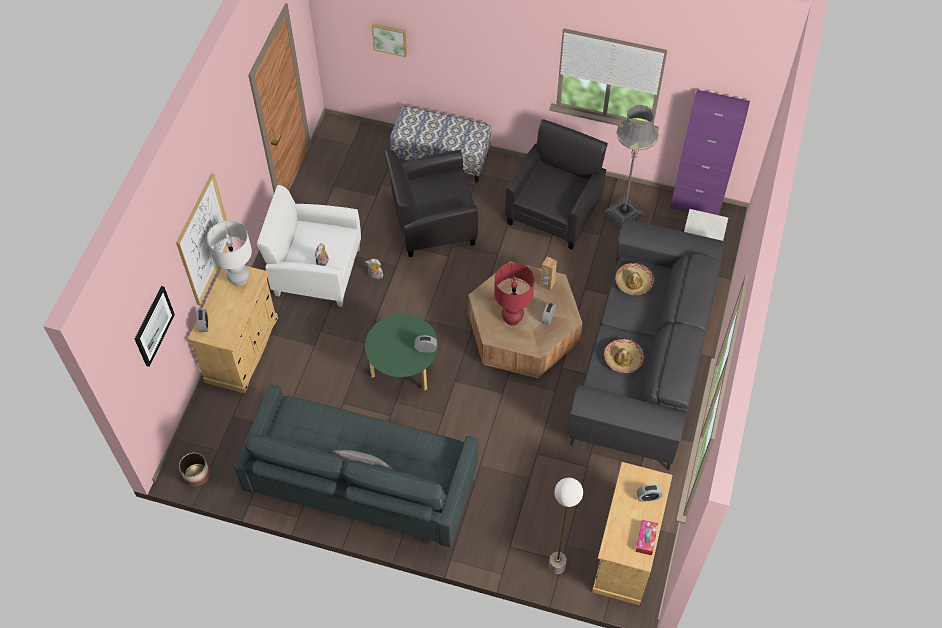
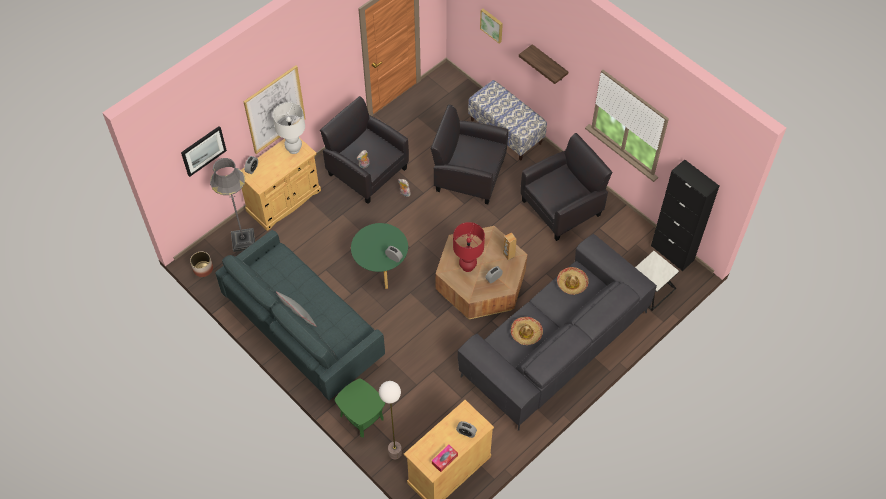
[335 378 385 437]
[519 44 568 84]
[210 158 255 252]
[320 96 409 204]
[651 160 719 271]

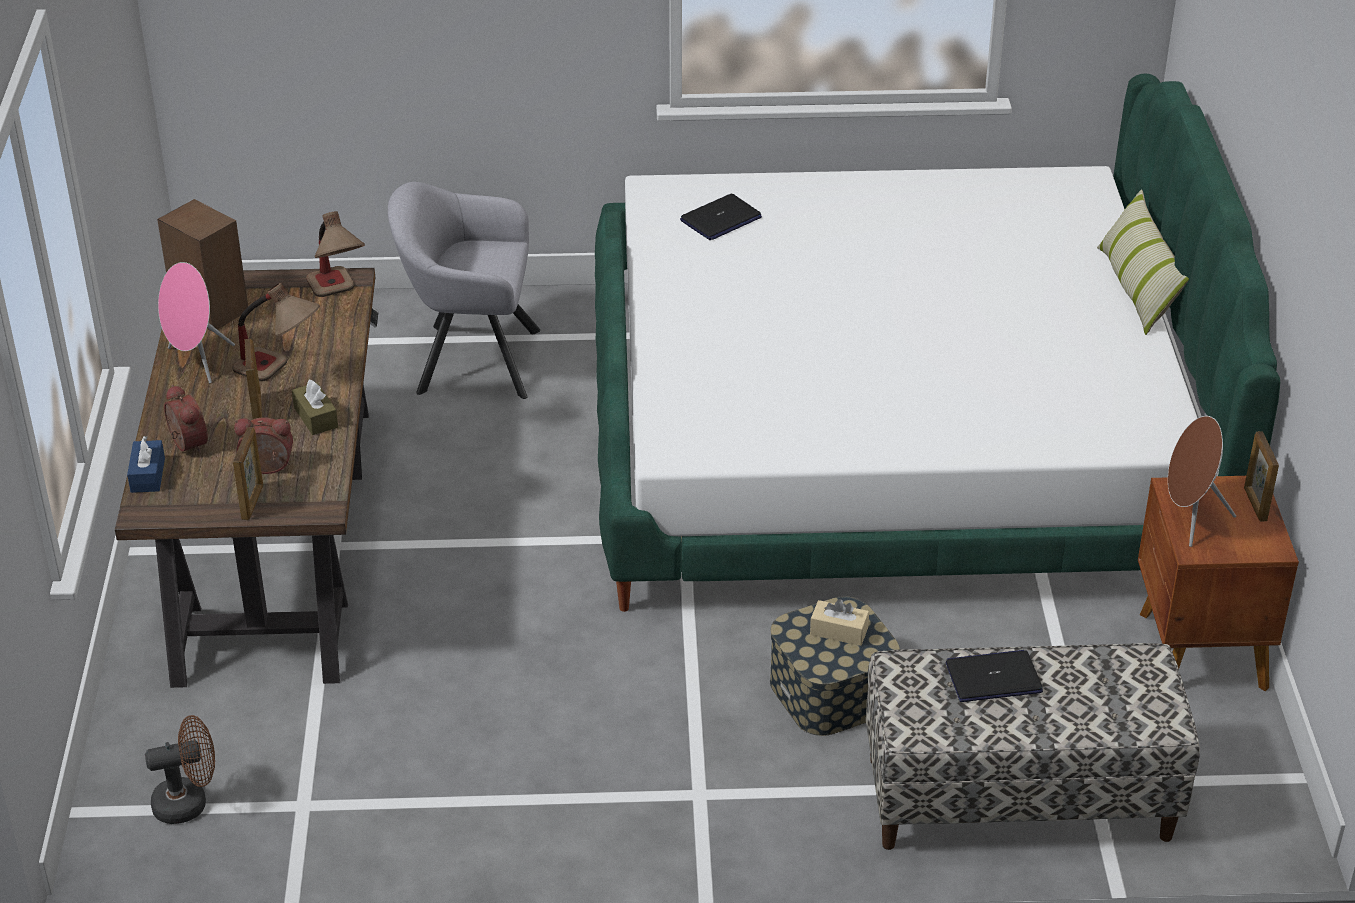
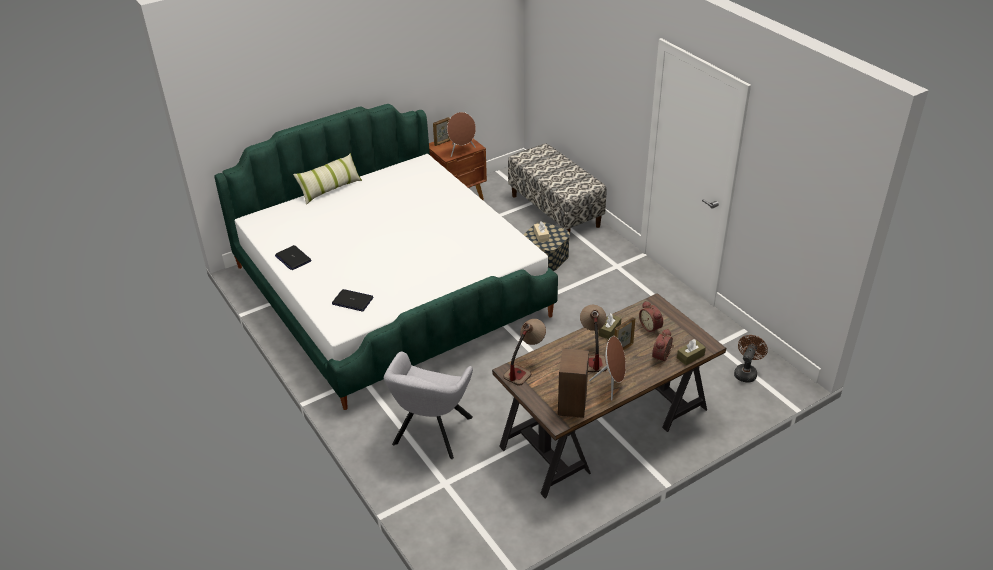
[233 427 263 520] (first image)
[275 245 312 270]
[677 339 706 365]
[589 336 626 401]
[734 335 768 382]
[384 352 473 459]

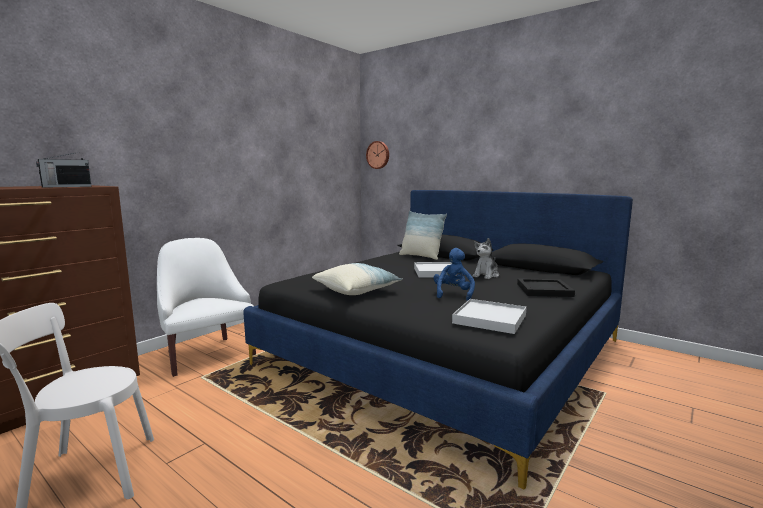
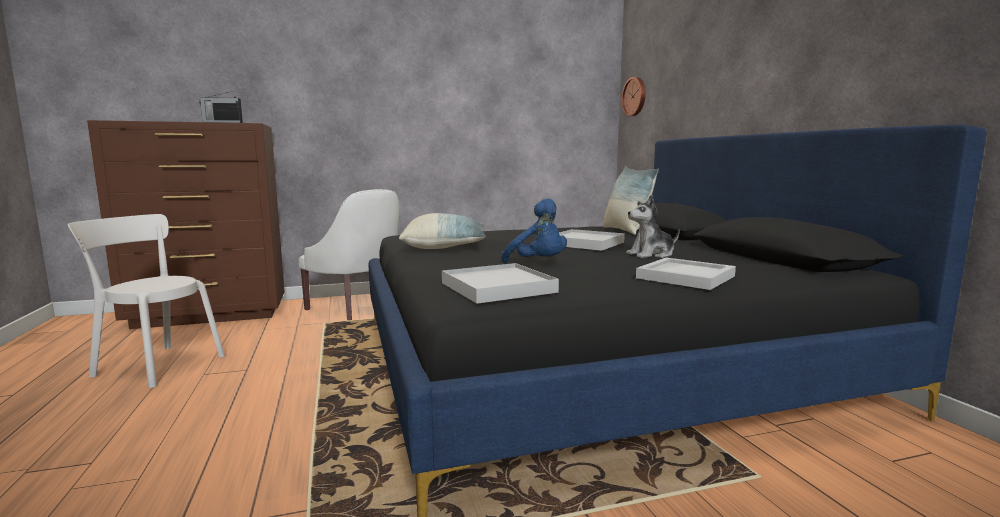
[636 258 736 290]
[299 189 399 320]
[501 198 567 263]

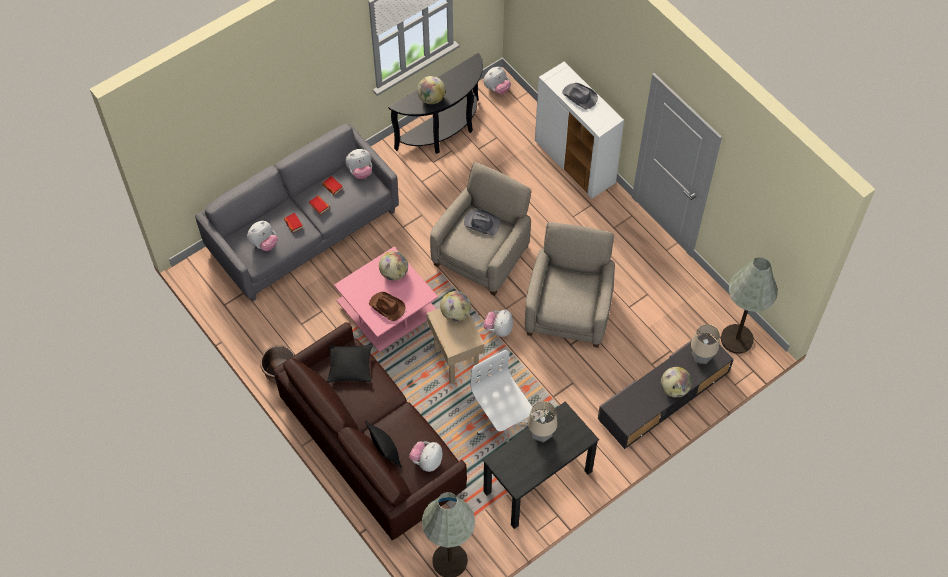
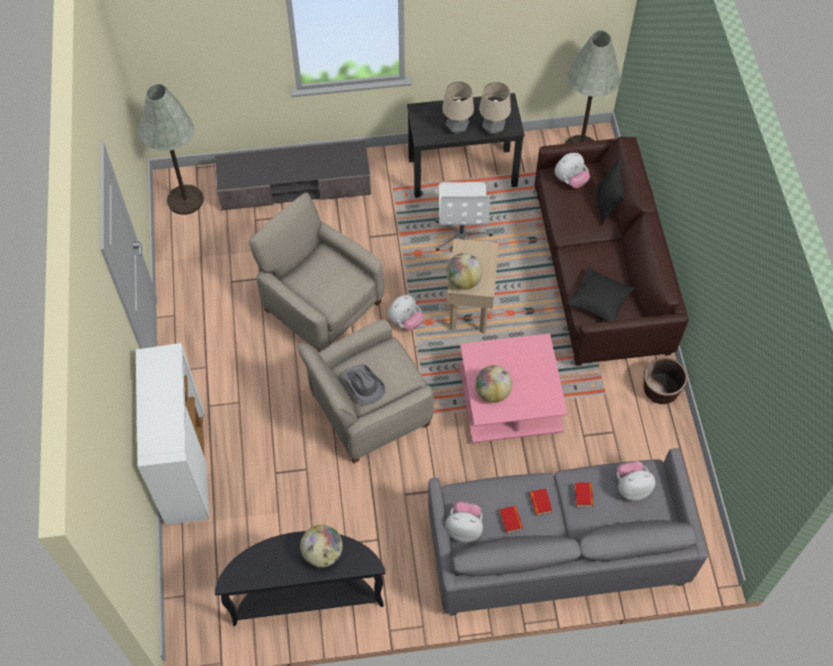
[369 292 406 321] (first image)
[484 67 511 94] (first image)
[562 83 598 110] (first image)
[661 367 692 398] (first image)
[479 82 511 135]
[249 192 384 352]

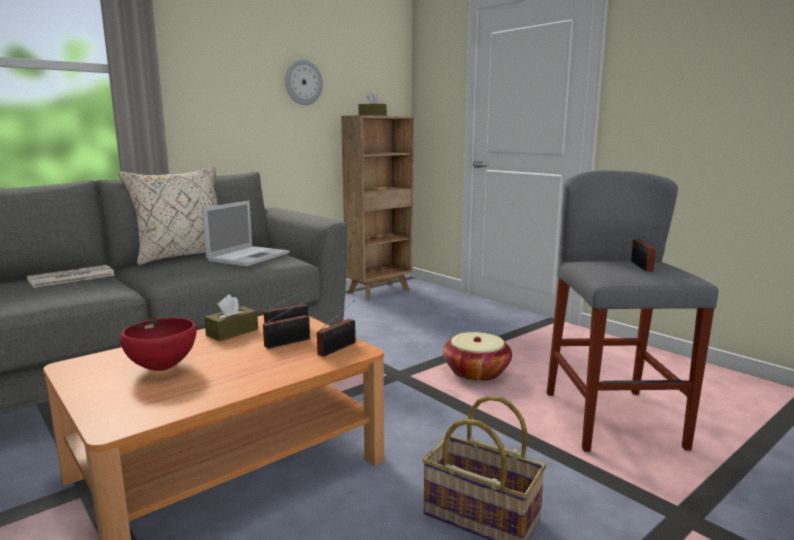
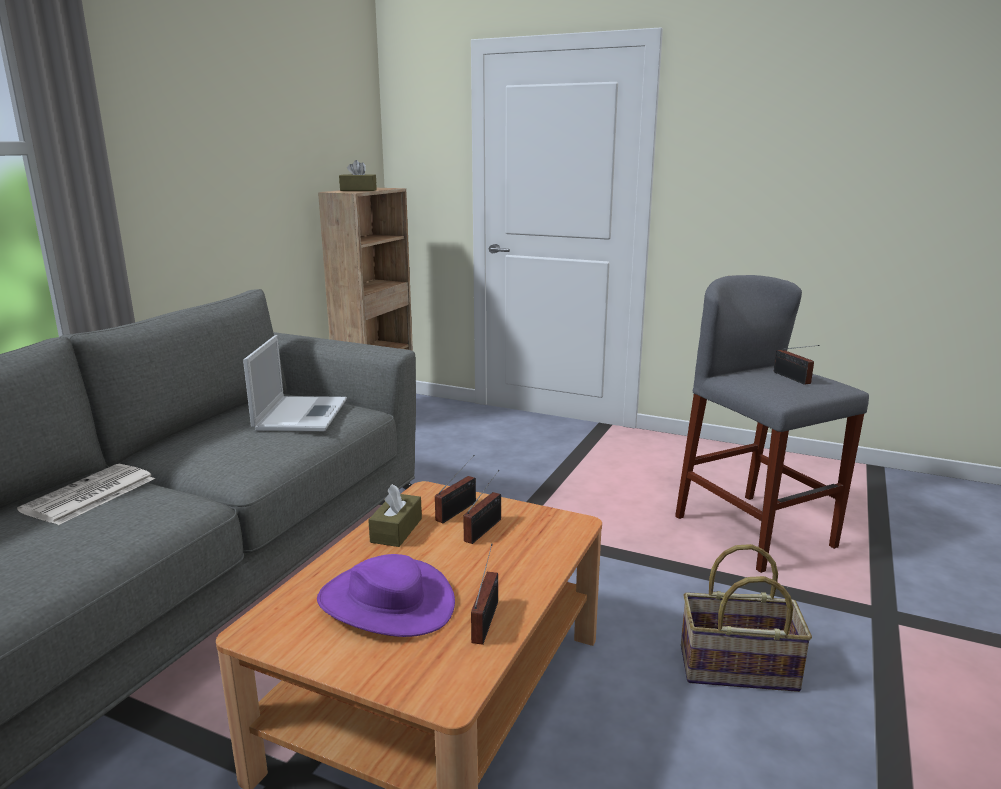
[118 166 218 265] (first image)
[285 60 323 105] (first image)
[443 332 512 381] (first image)
[471 544 498 645]
[317 554 455 637]

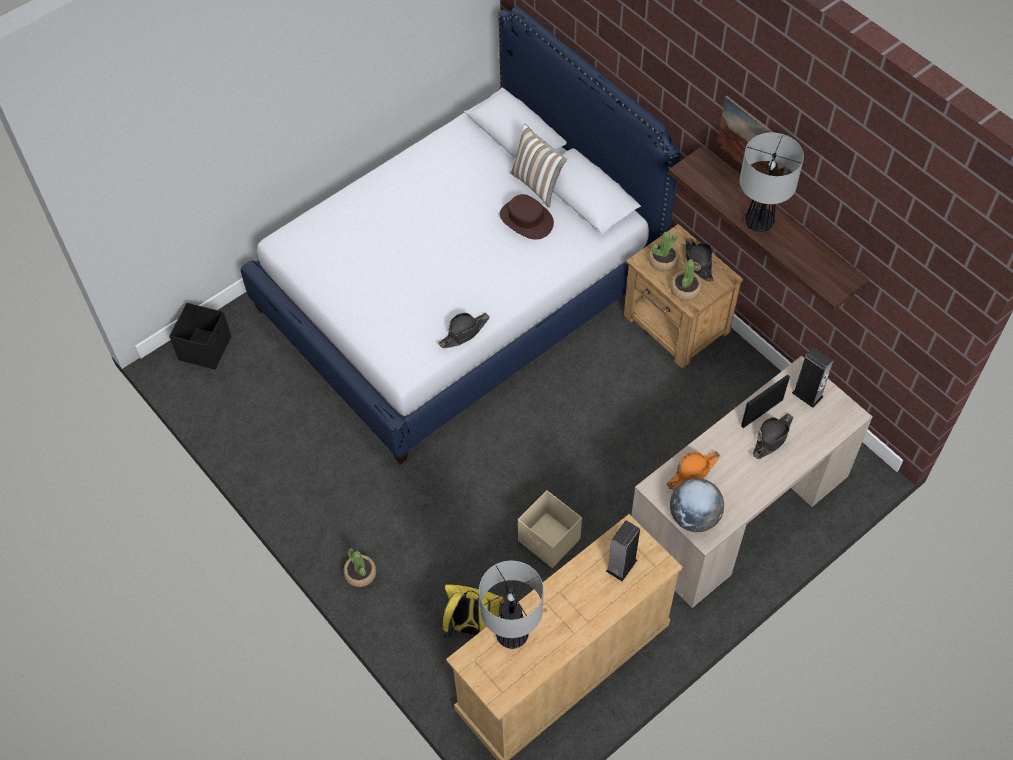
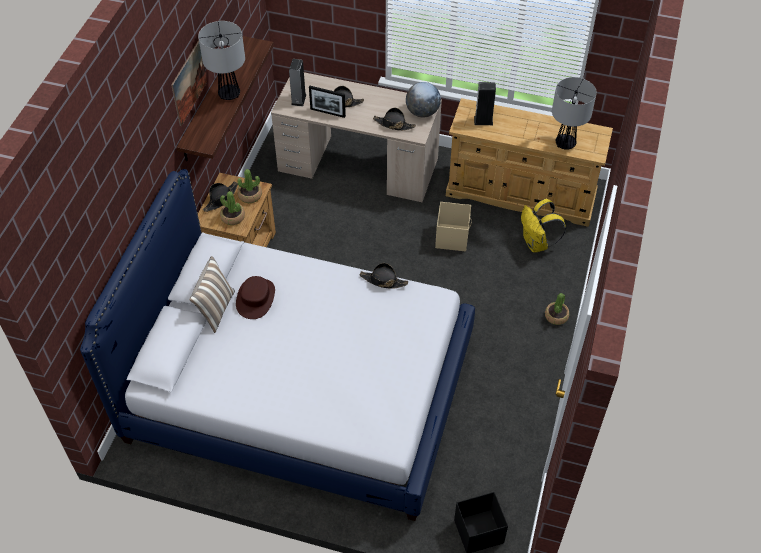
[373 108 416 131]

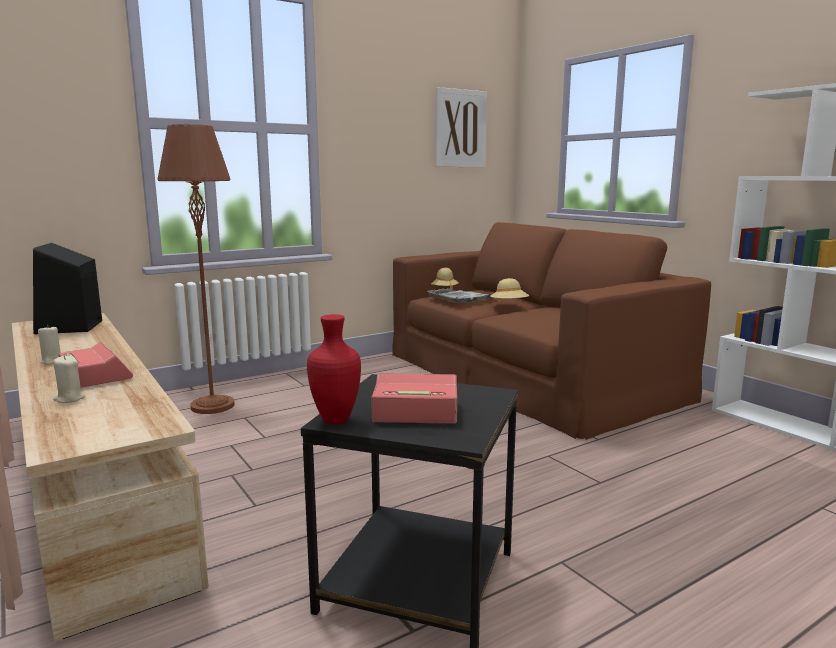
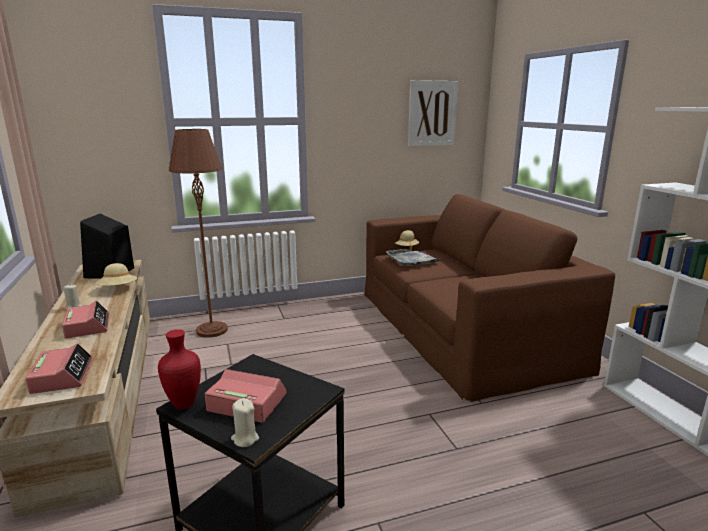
[25 343 93 394]
[231 398 259 447]
[96 263 137 286]

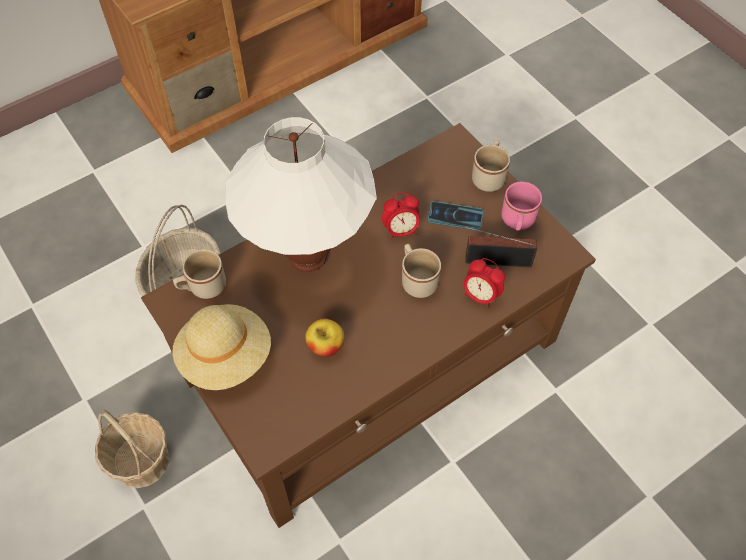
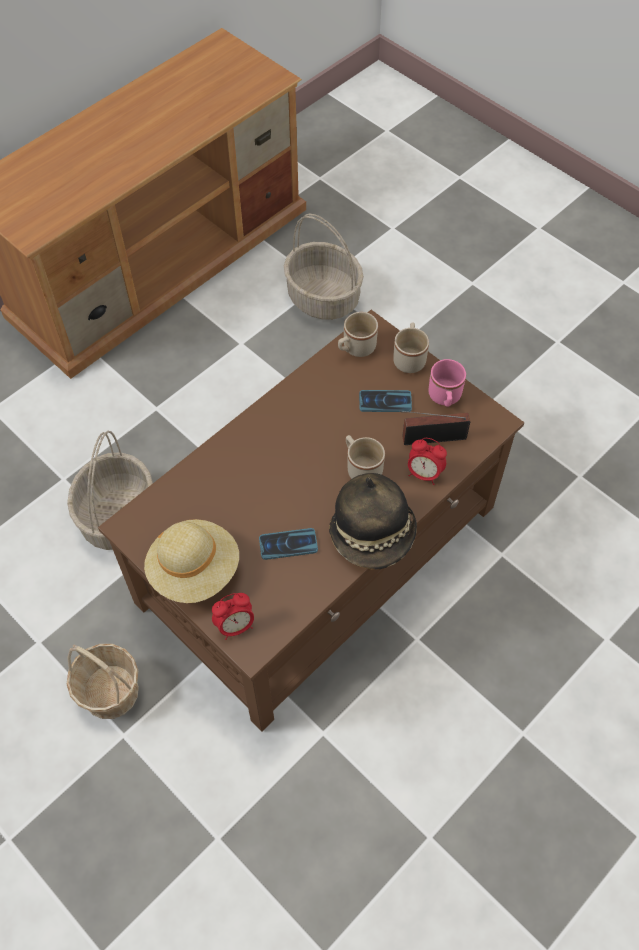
[225 117 377 272] (first image)
[284 214 364 320]
[329 473 417 570]
[338 312 378 357]
[212 593 254 640]
[259 528 318 560]

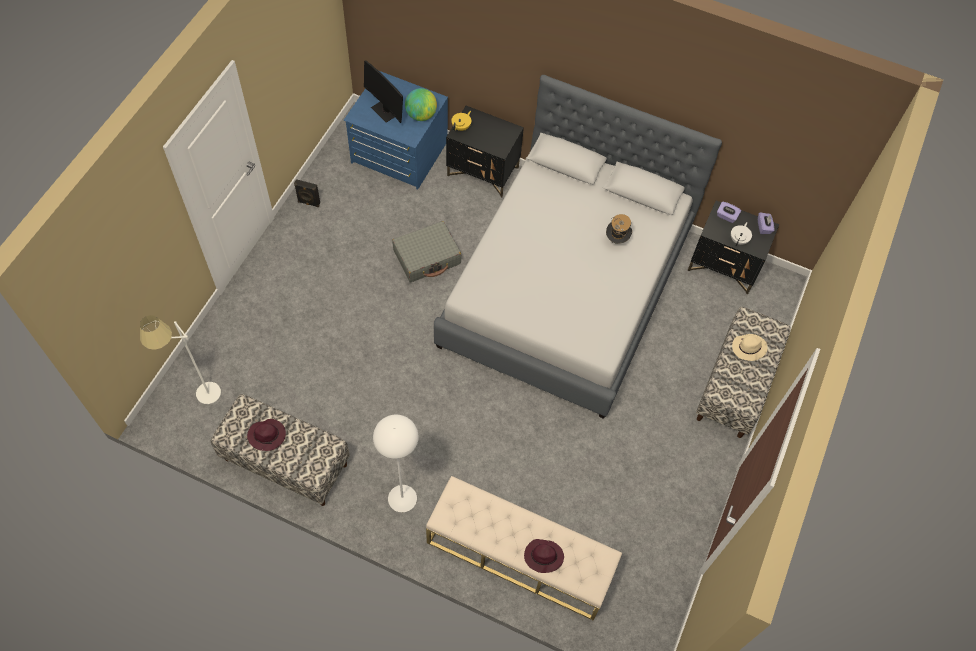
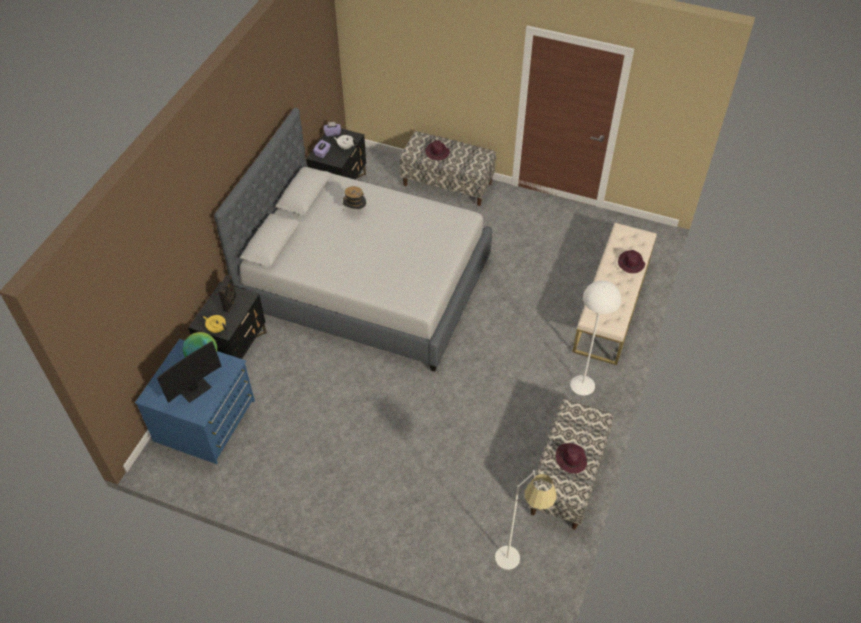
[392 221 461 282] (first image)
[218 275 237 313]
[425 140 450 160]

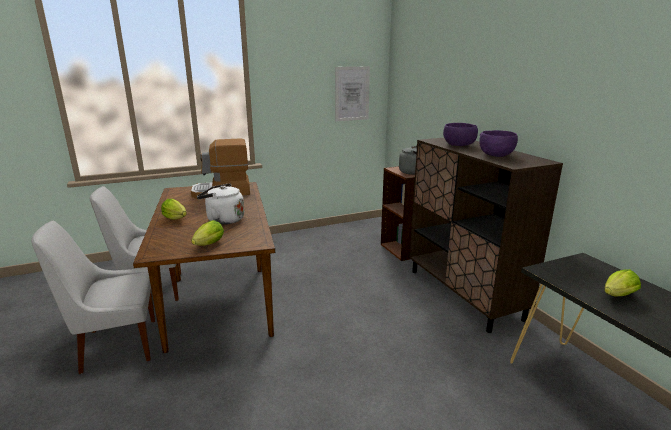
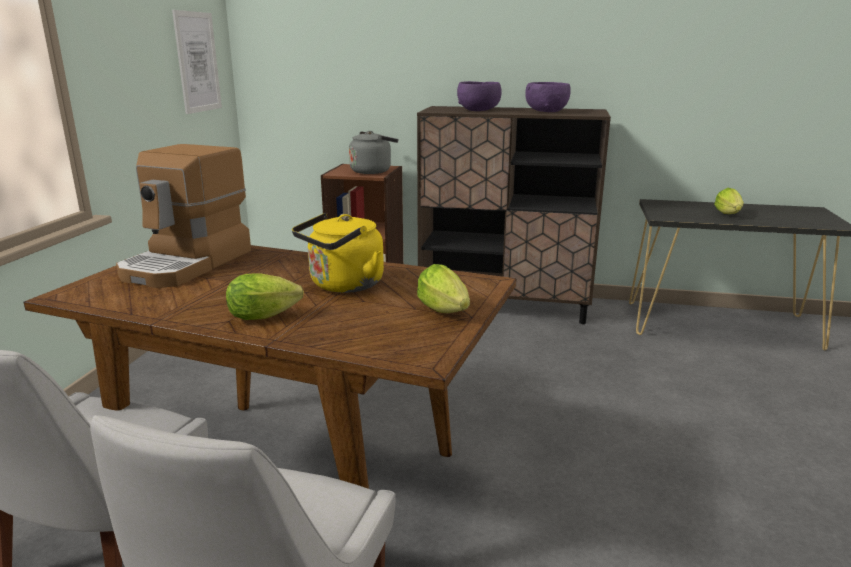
[292 213 384 293]

